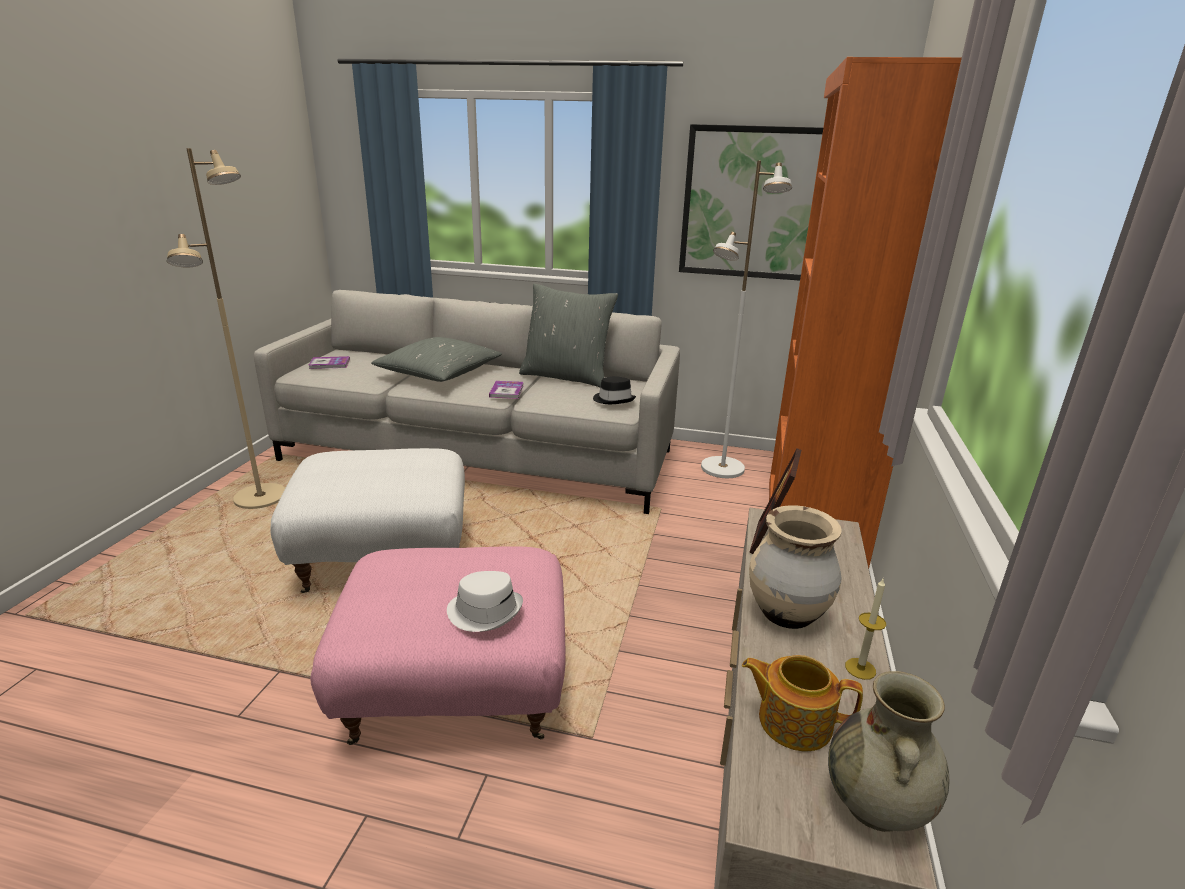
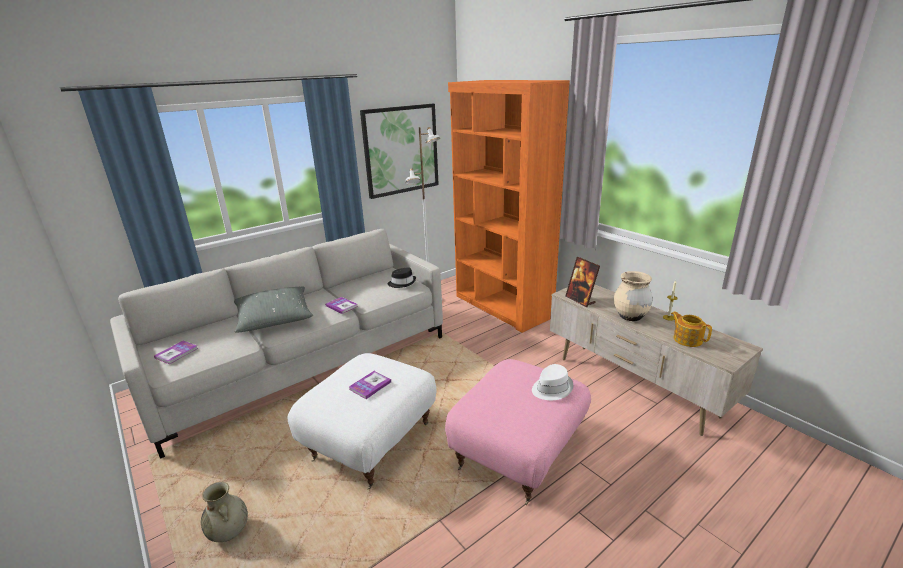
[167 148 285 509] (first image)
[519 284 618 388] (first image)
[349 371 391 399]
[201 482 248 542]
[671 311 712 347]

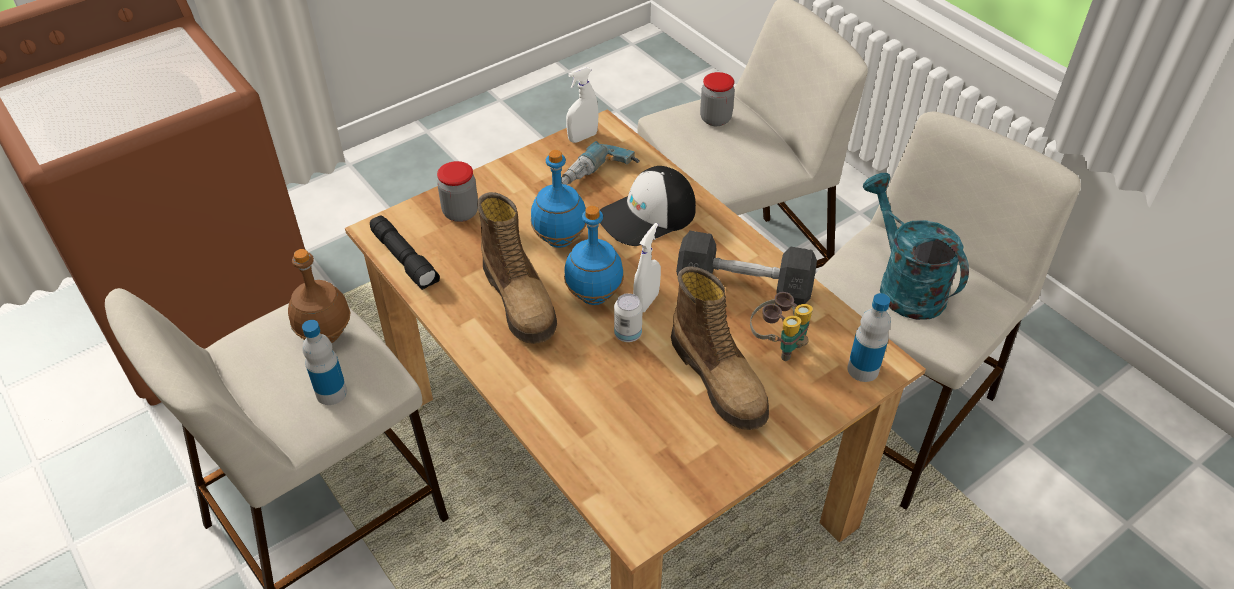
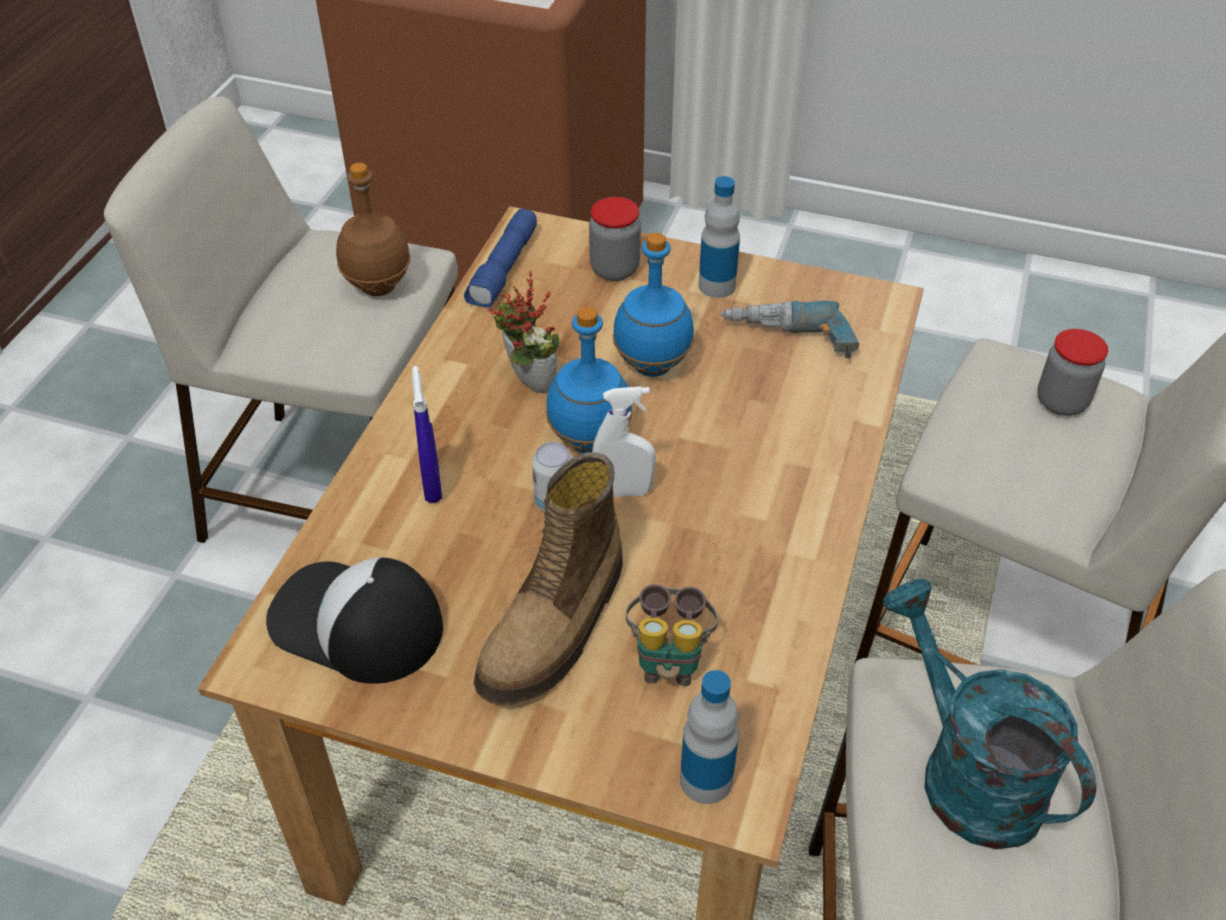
[566 67 599 143] (first image)
[676 231 817 305] (first image)
[412 366 442 503]
[698 176 740 298]
[266 558 443 684]
[488 270 559 393]
[464 209 537 308]
[882 579 1097 849]

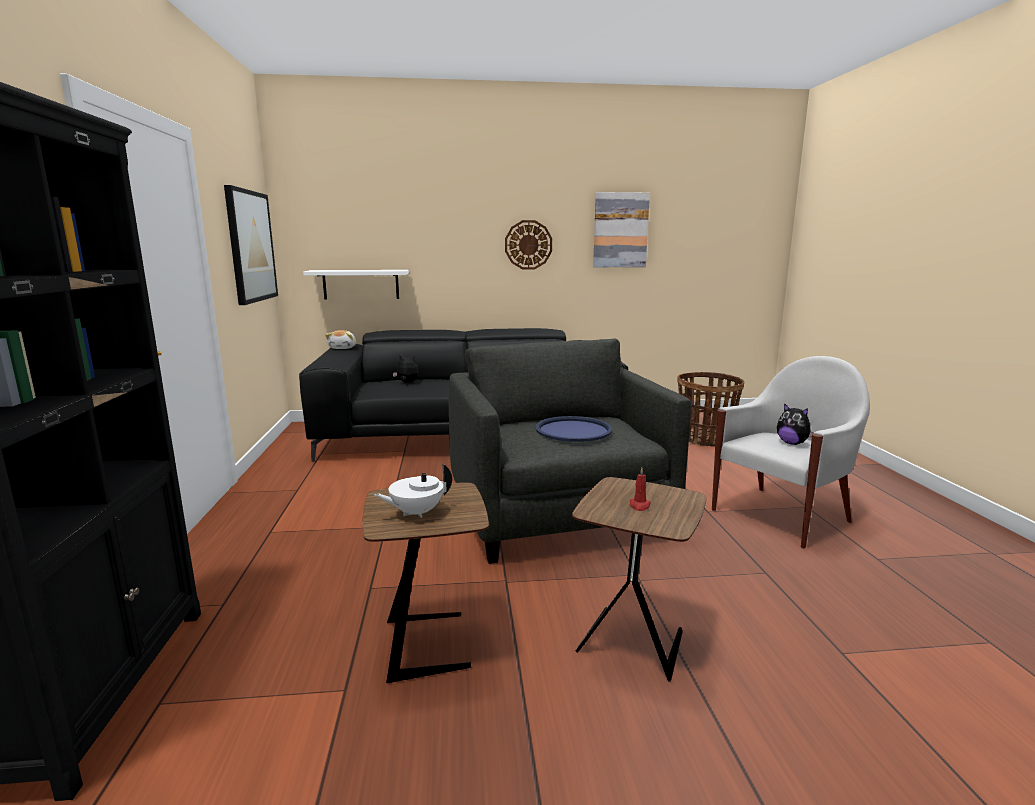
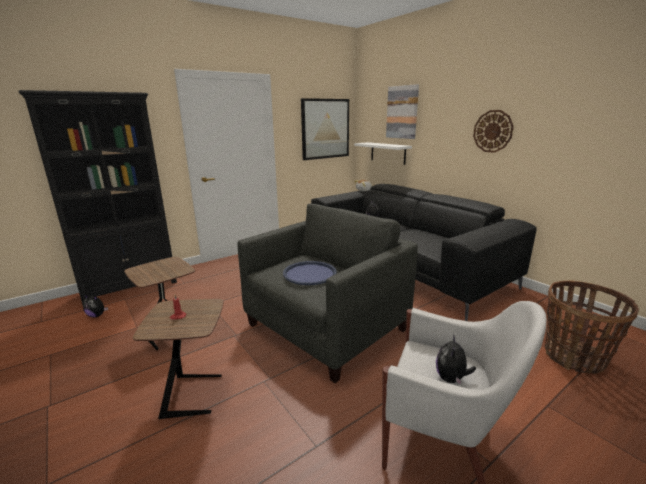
[374 464 452 518] (first image)
[83 294 108 318]
[386 84 419 139]

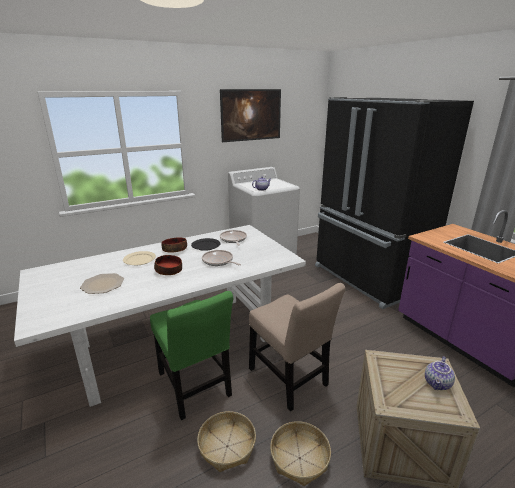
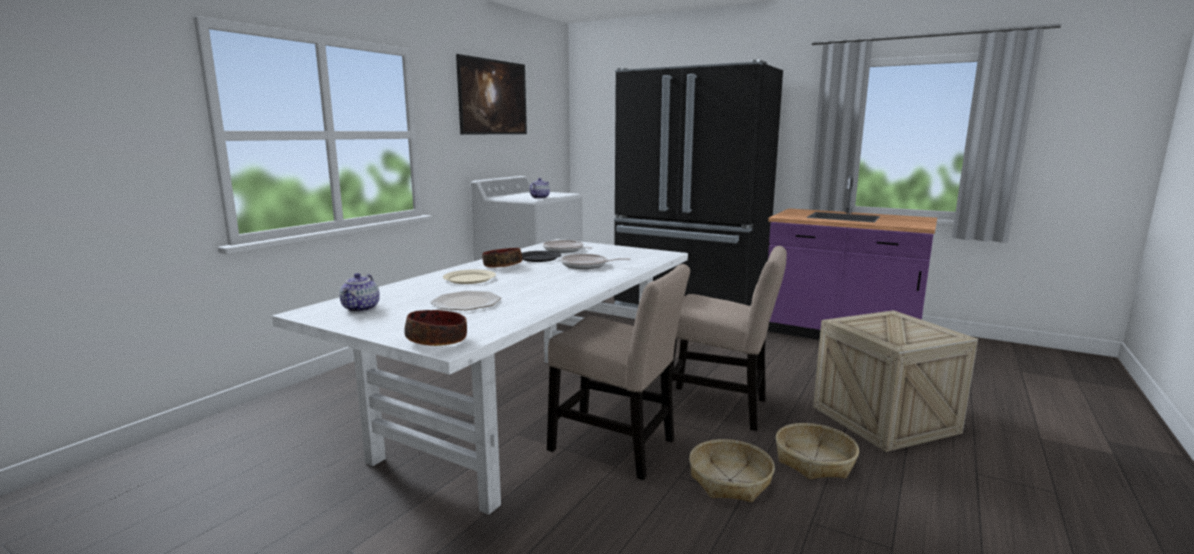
[404 310 467 346]
[339 273 380 312]
[547 264 690 480]

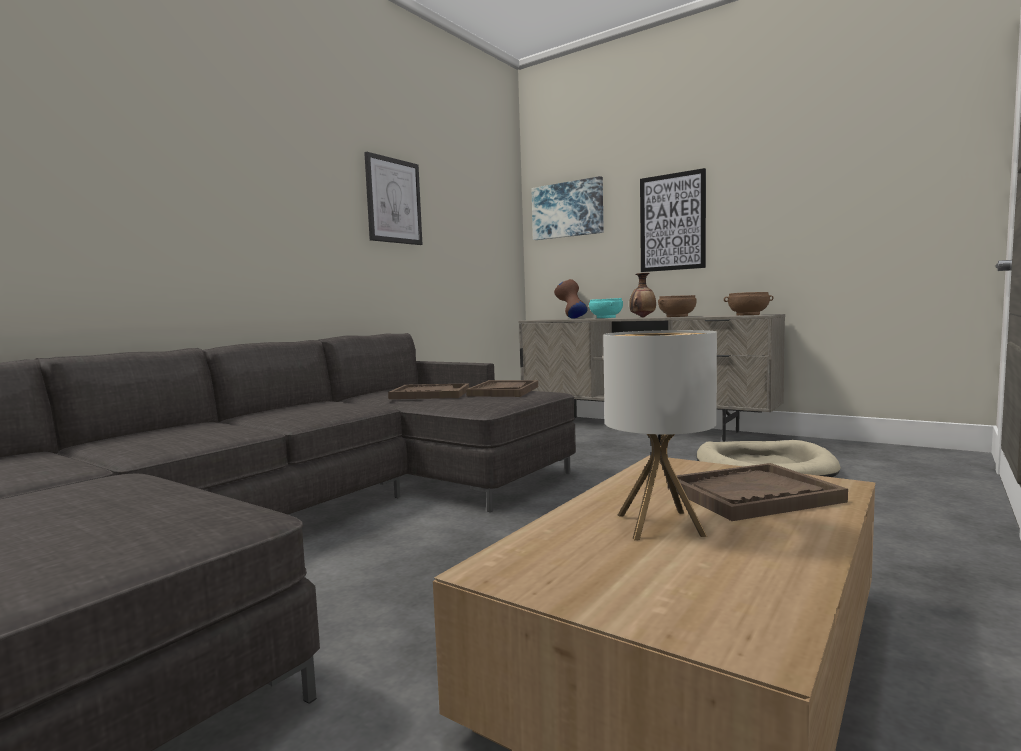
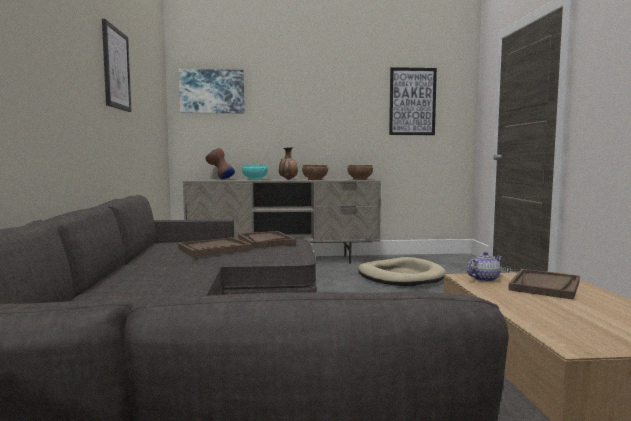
[603 330 717 540] (first image)
[467 252 503 282]
[389 67 437 135]

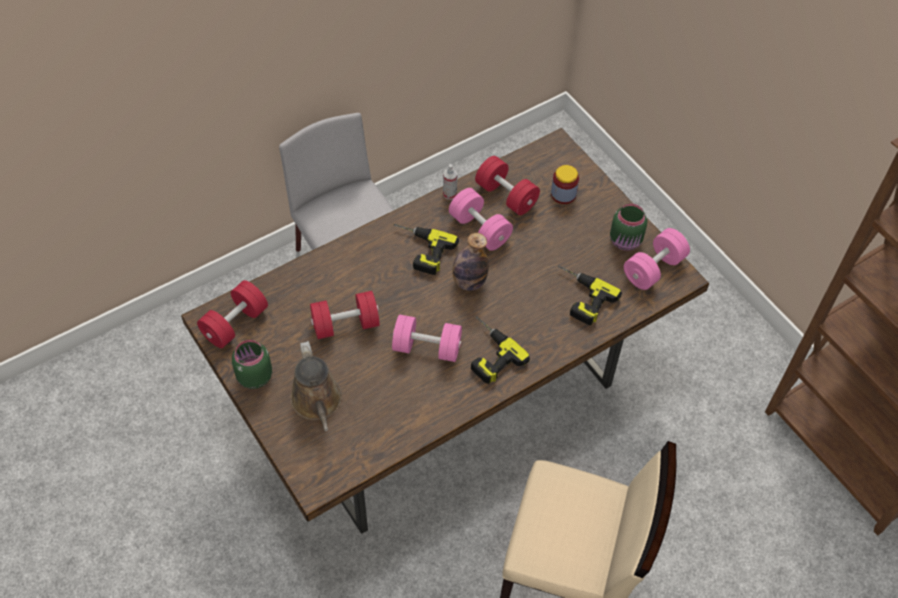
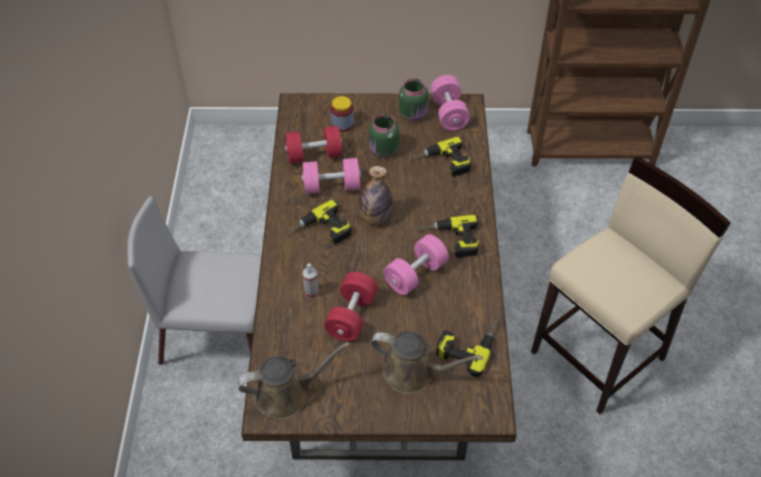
[436 318 499 377]
[369 114 399 157]
[303 263 319 299]
[237 342 350 419]

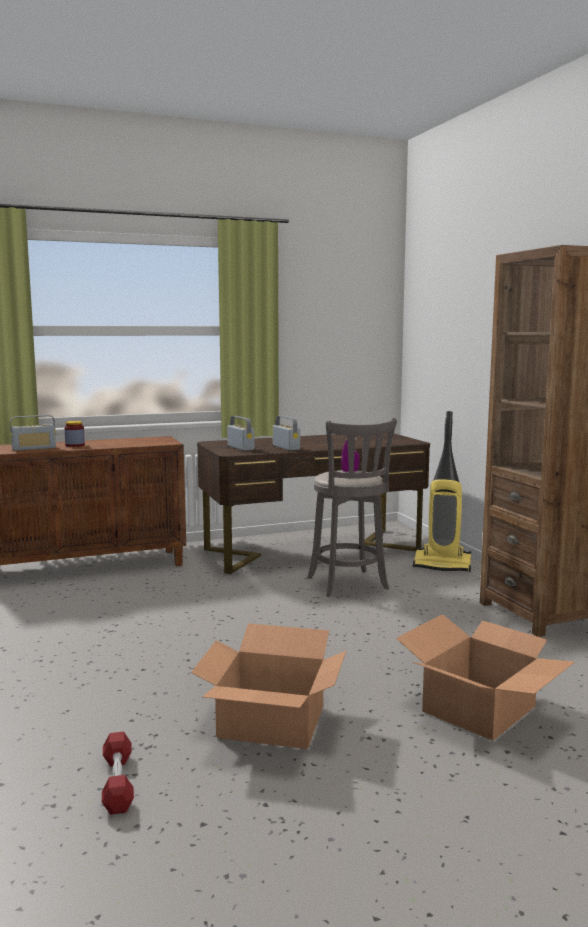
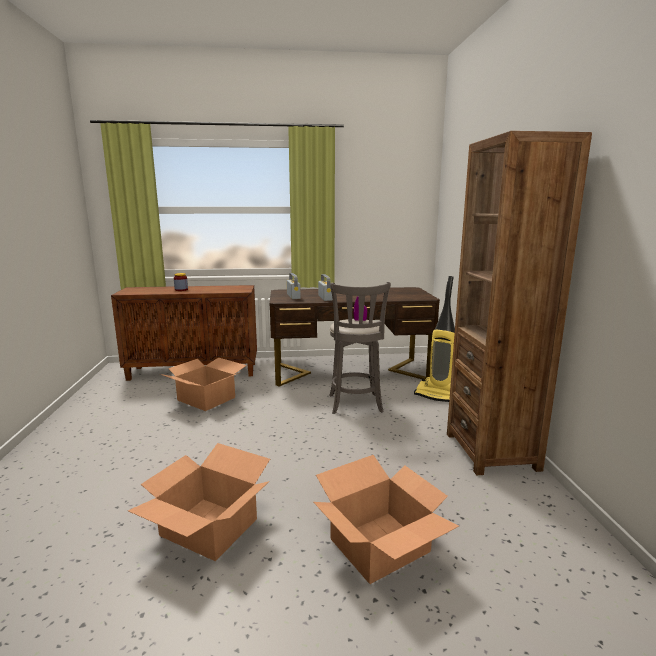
[10 415 56 451] (first image)
[102 731 134 815] (first image)
[160 357 247 411]

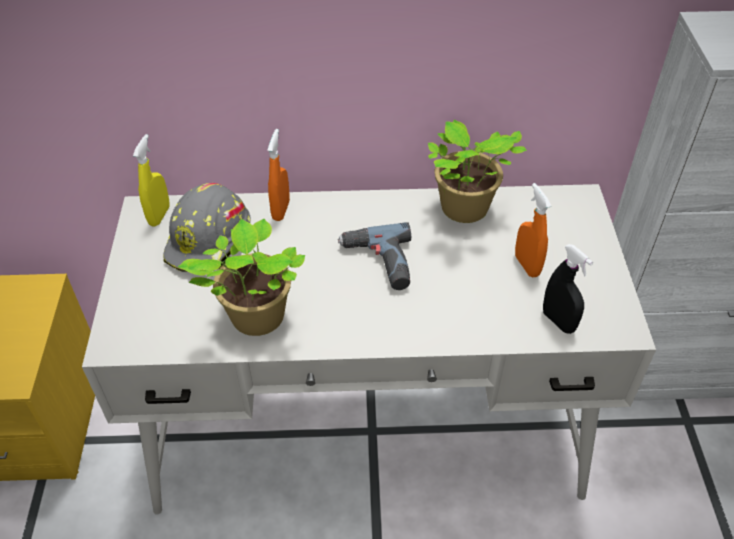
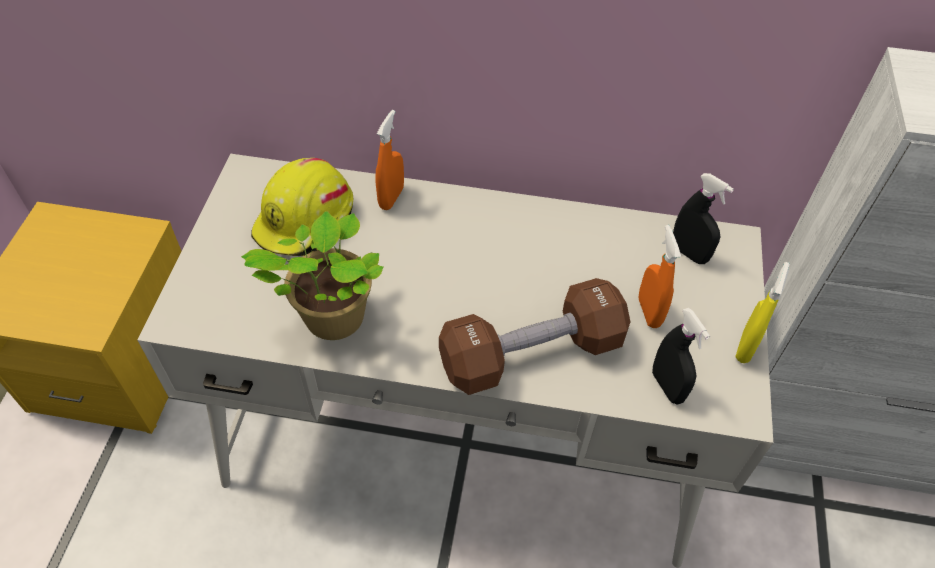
[338 222 411 290] (first image)
[428 120 527 223] (first image)
[439 278 630 395]
[673 173 734 264]
[735 262 789 363]
[251 158 353 256]

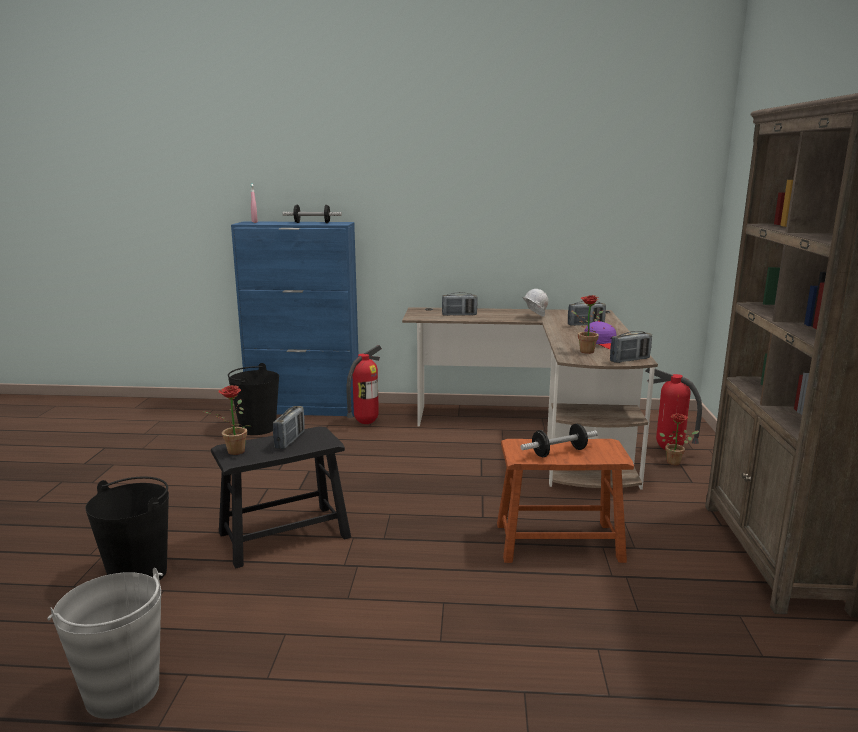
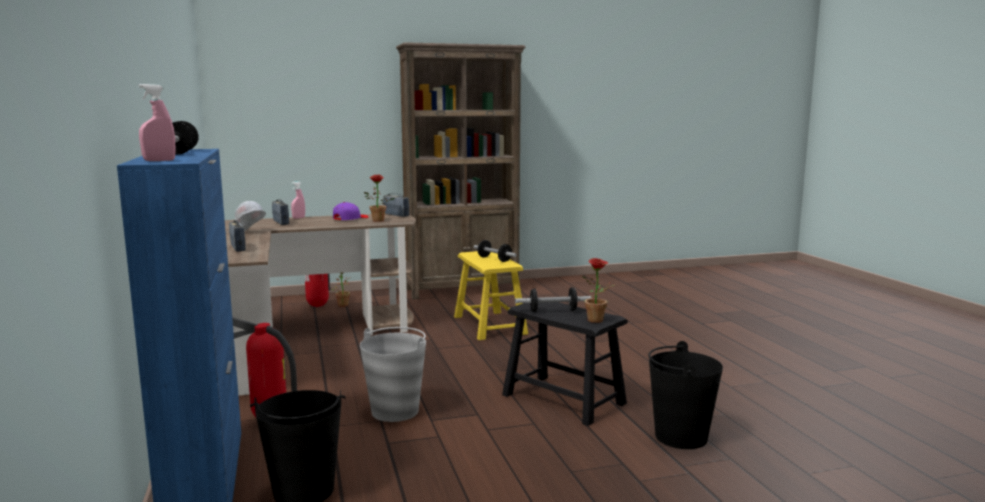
[291 181 305 219]
[360 327 426 422]
[515 287 592 312]
[454 251 528 340]

